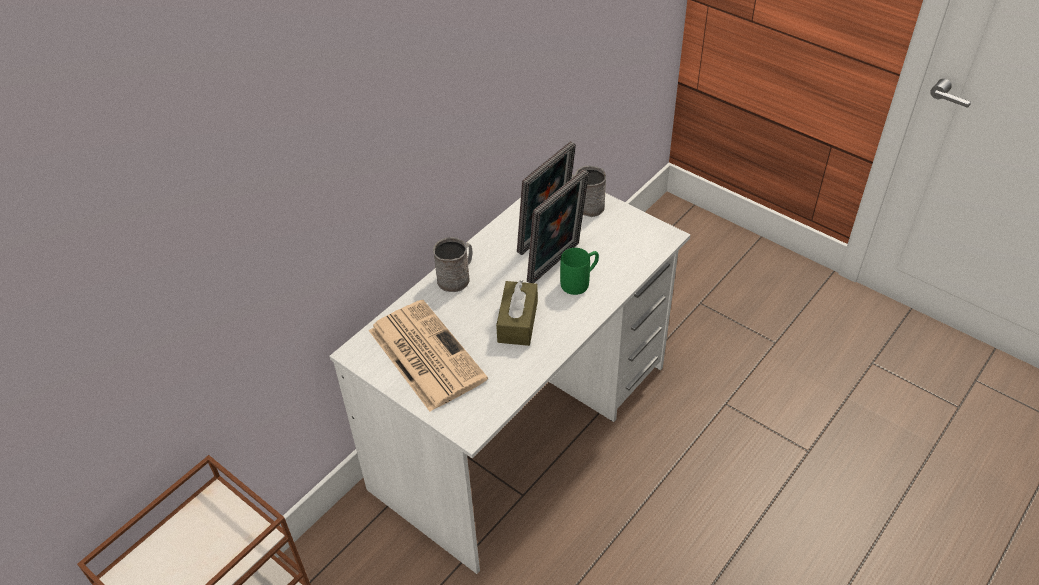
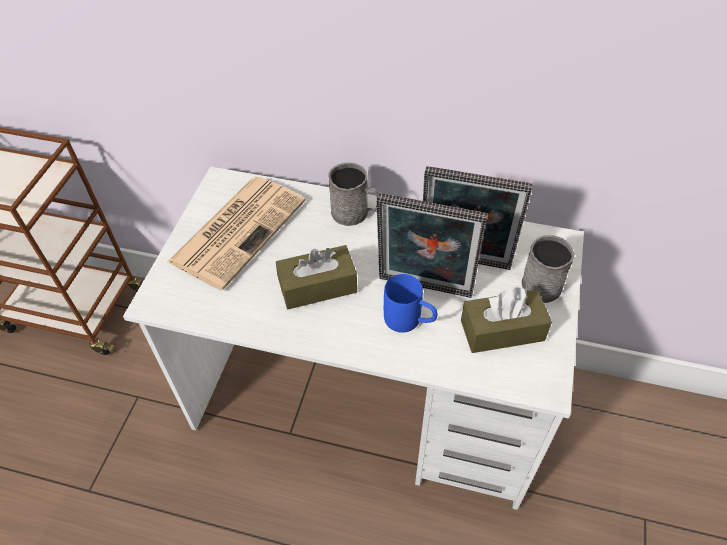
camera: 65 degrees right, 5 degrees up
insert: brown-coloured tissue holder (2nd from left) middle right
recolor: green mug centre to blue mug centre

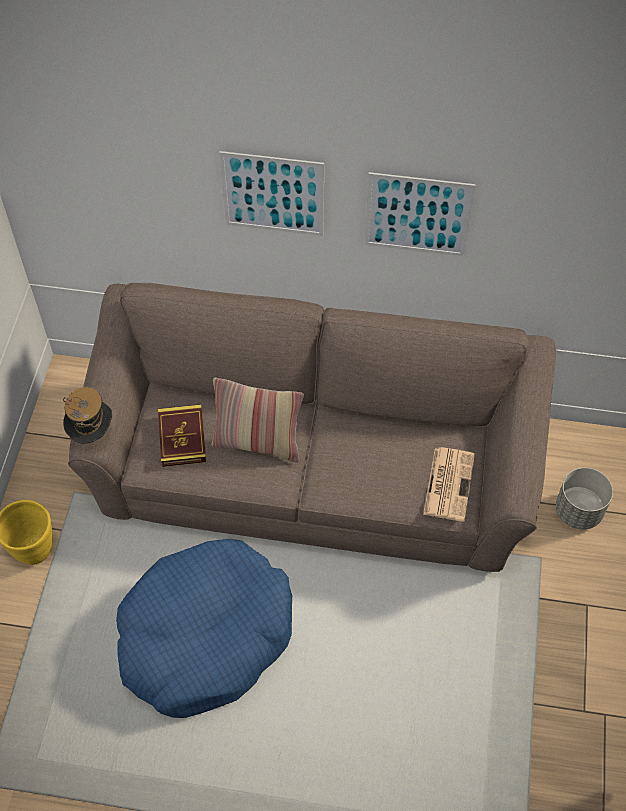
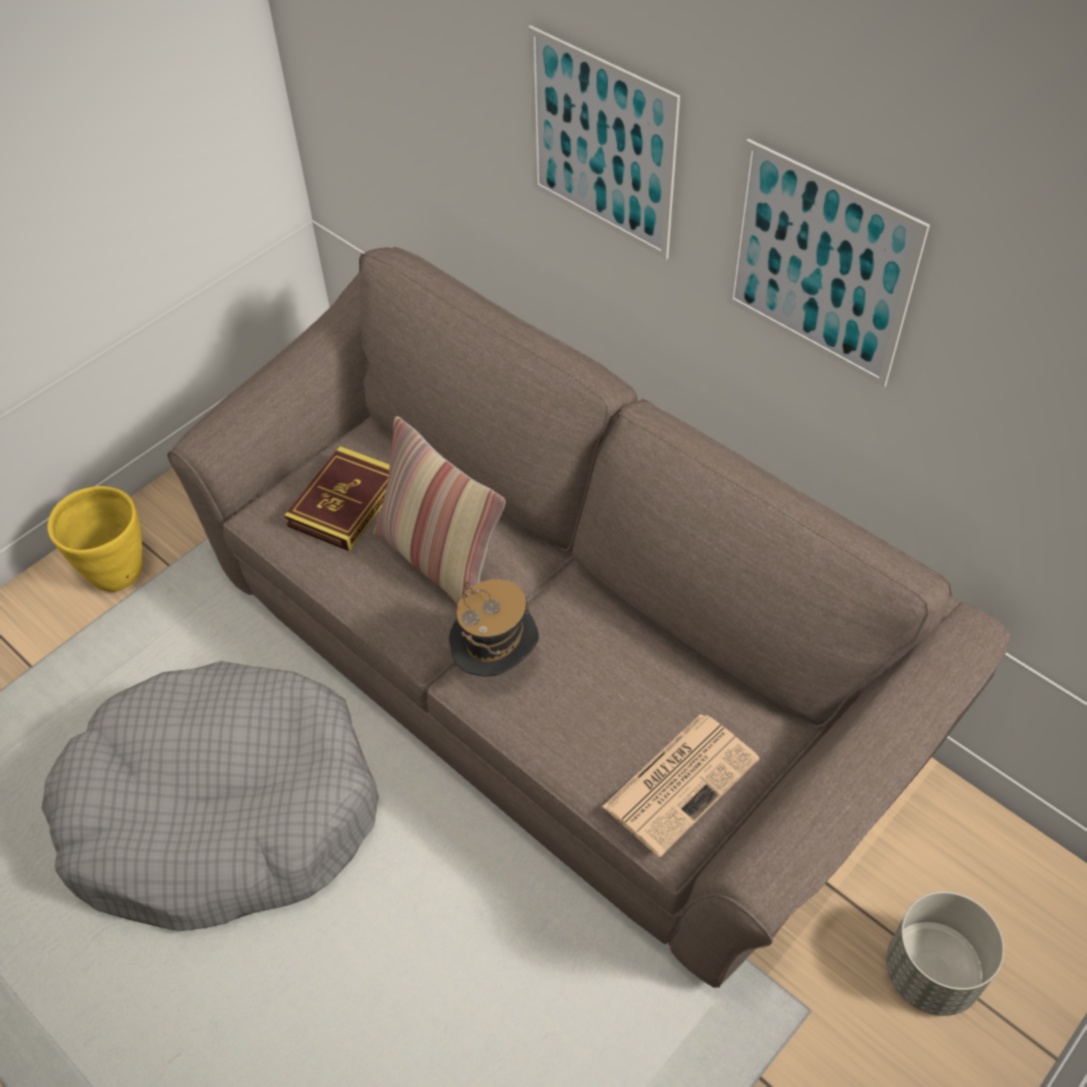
camera: 35 degrees right, 5 degrees down
move: wearable hat middle left to centre
recolor: blue dog cushion bottom left to gray dog cushion bottom left

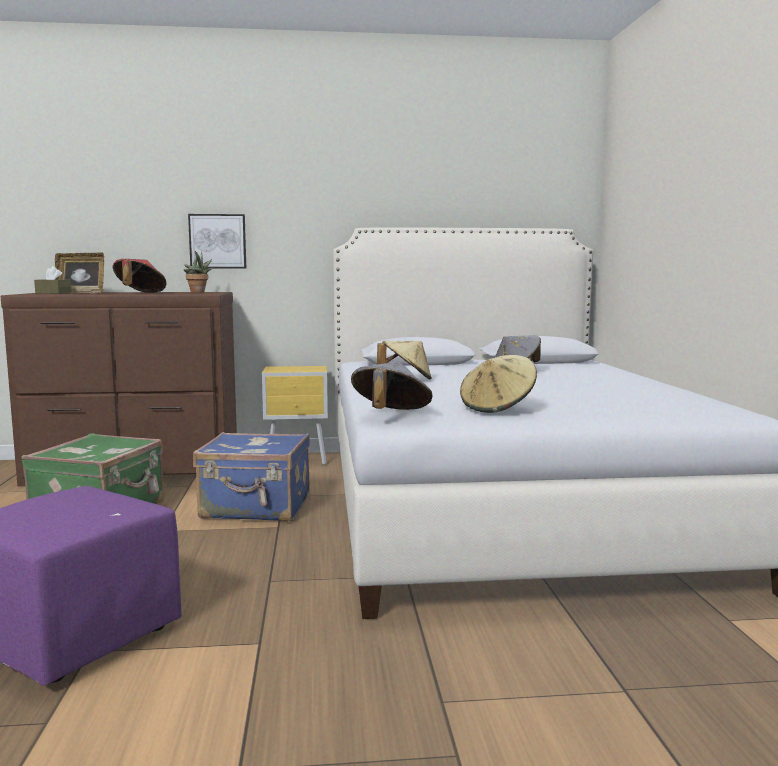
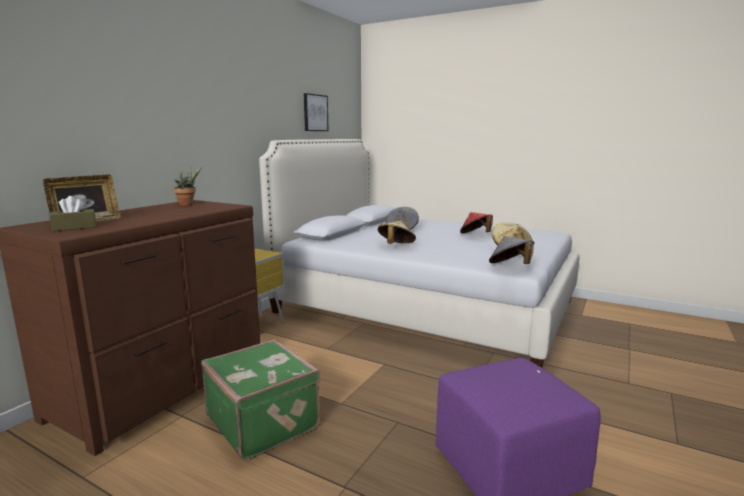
camera: 55 degrees left, 5 degrees up
delete: blue suitcase middle left
move: picture top left to top centre; red-coloured wearable hat middle left to centre

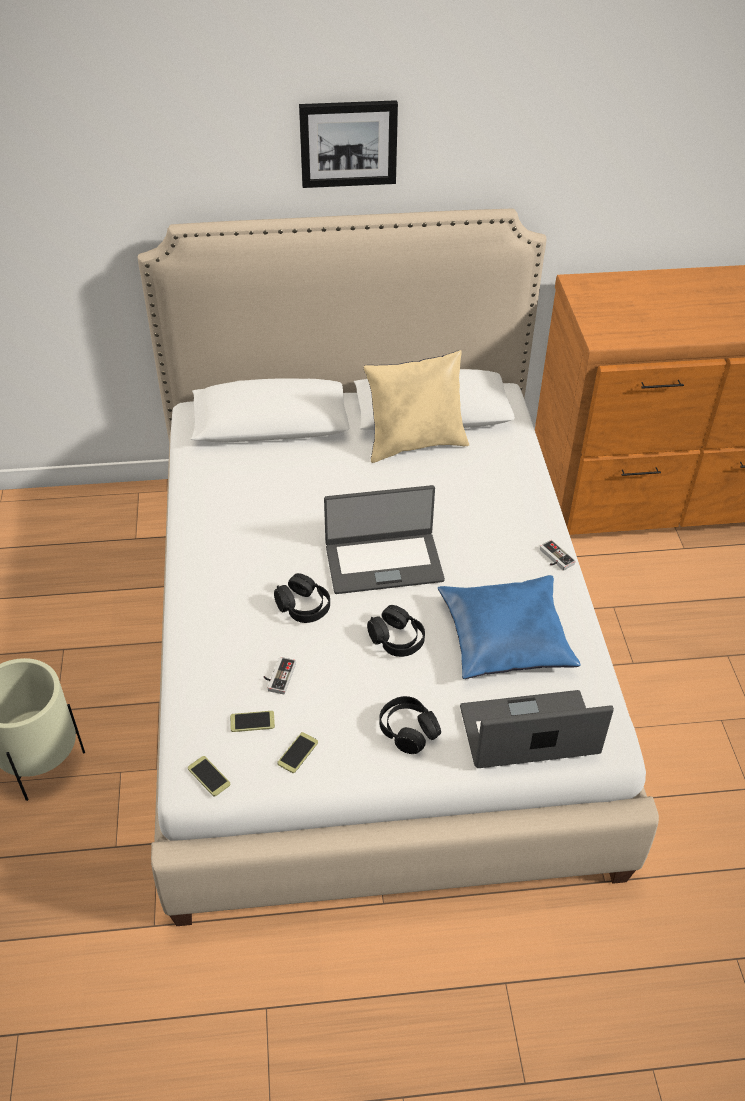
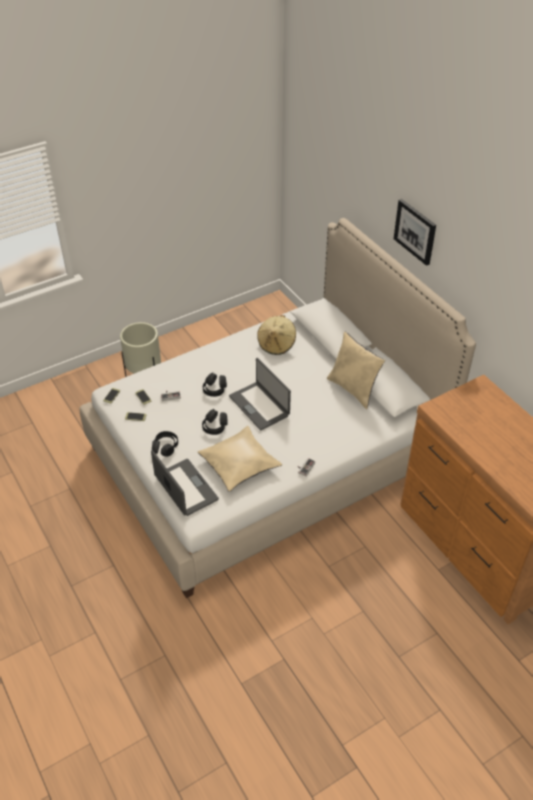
camera: 65 degrees right, 0 degrees up
insert: beige wearable hat centre
recolor: blue cushion middle right to beige cushion (1st from left) centre

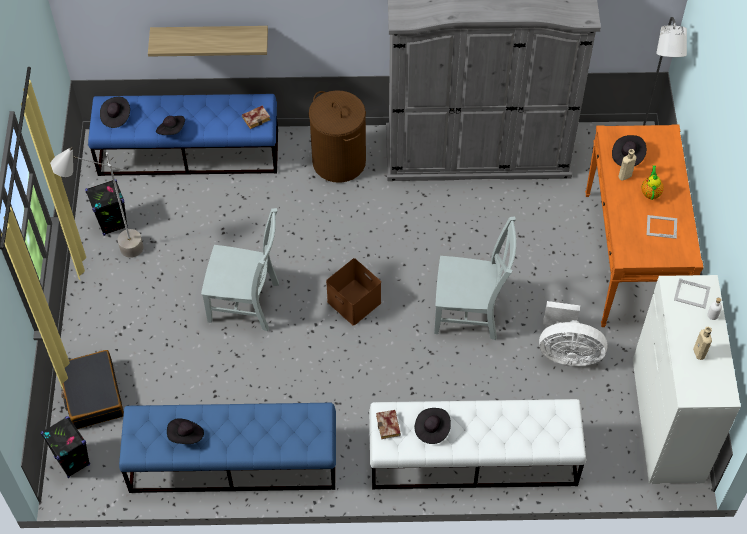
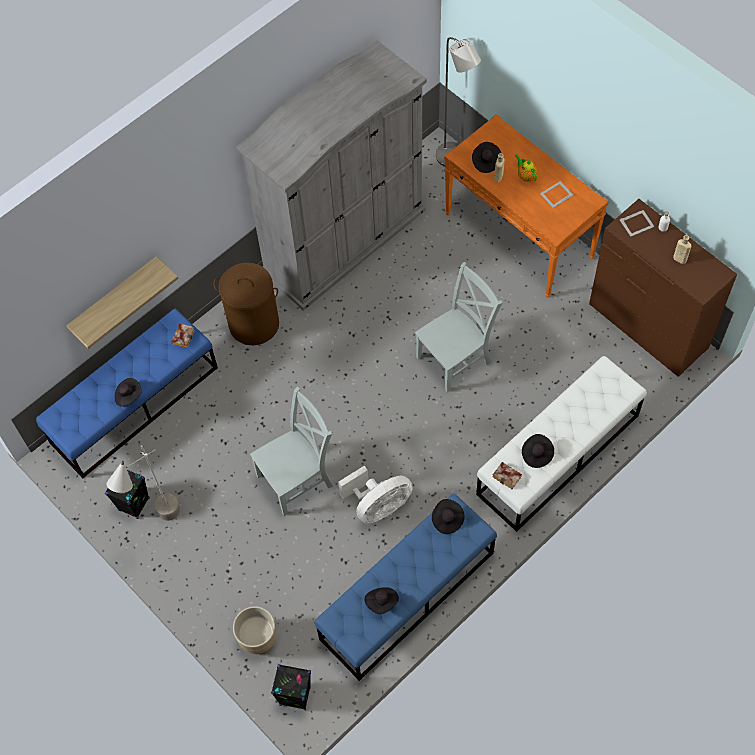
camera: 40 degrees left, 5 degrees up
delete: brown-coloured storage bin centre
move: white electric fan middle right to centre; blackish wearable hat (1st from left in the first image) top left to blackish wearable hat (3rd from left) bottom centre
replace: blackish suitcase bottom left to beige planter bottom centre
recolor: white dresser bottom right to brown-coloured dresser middle right

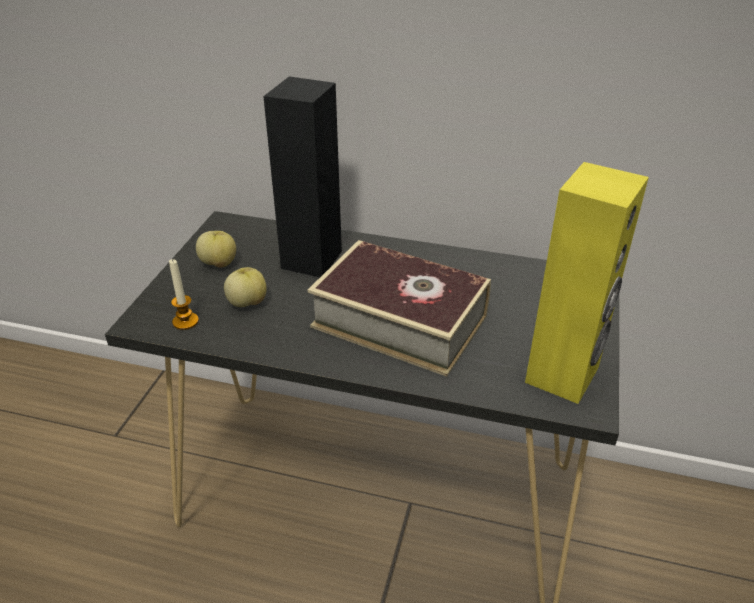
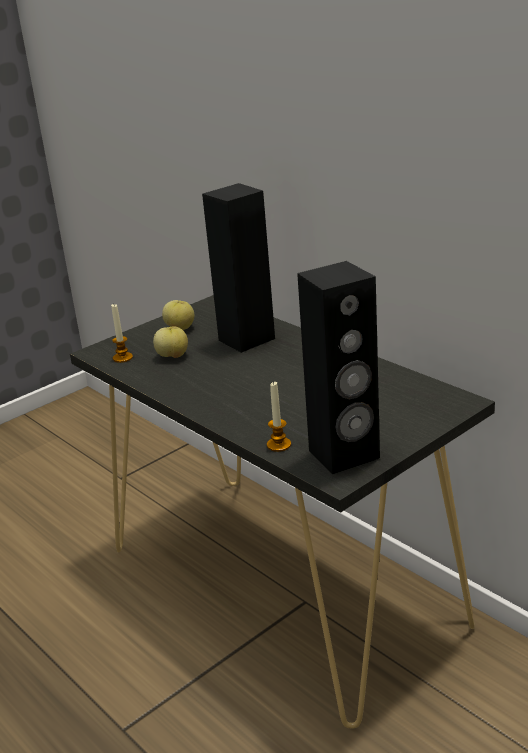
camera: 35 degrees right, 10 degrees down
delete: bound book centre
insert: candle (2nd from left) centre
recolor: yellow loudspeaker middle right to blackish loudspeaker (2nd from left) centre

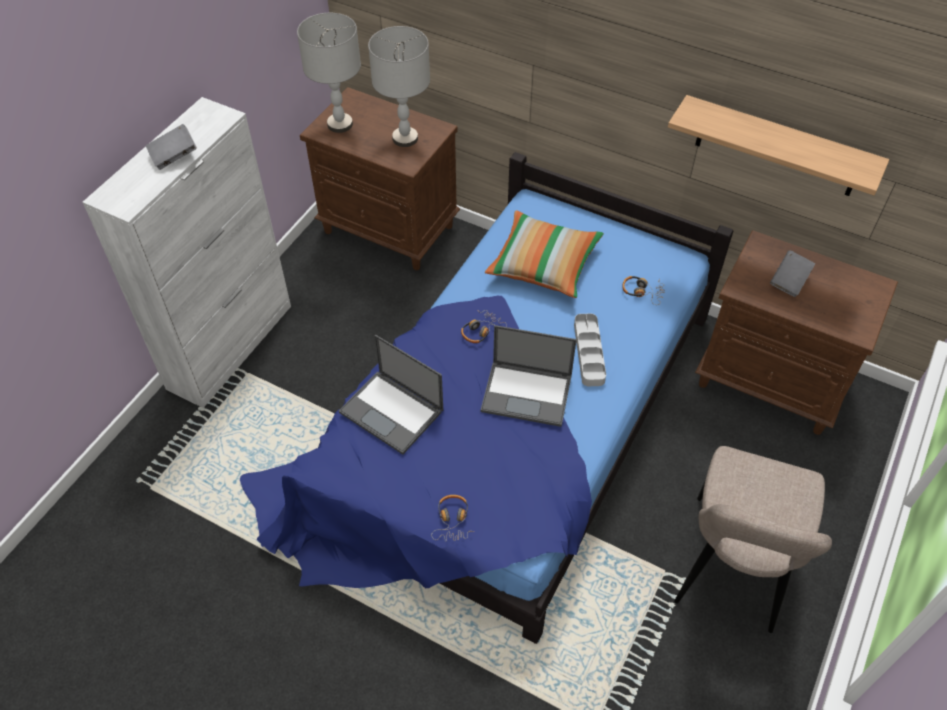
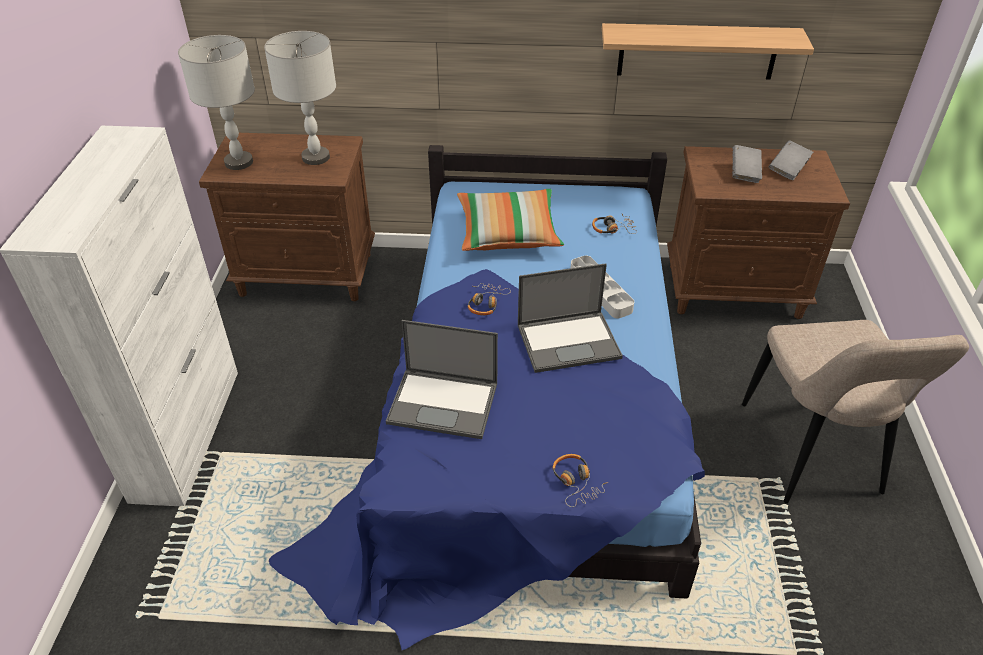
camera: 25 degrees left, 10 degrees down
move: gray bound book (1st from left in the first image) top left to gray bound book (2nd from left) top right

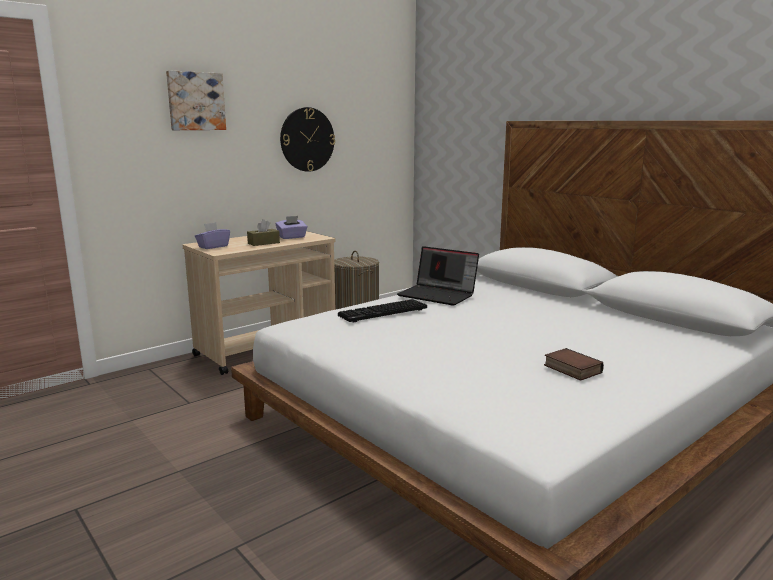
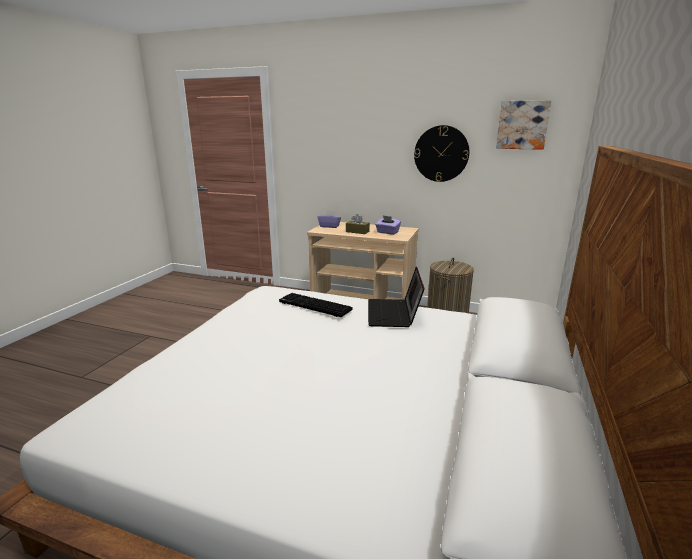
camera: 60 degrees right, 5 degrees up
delete: bound book middle right
move: picture top left to top right

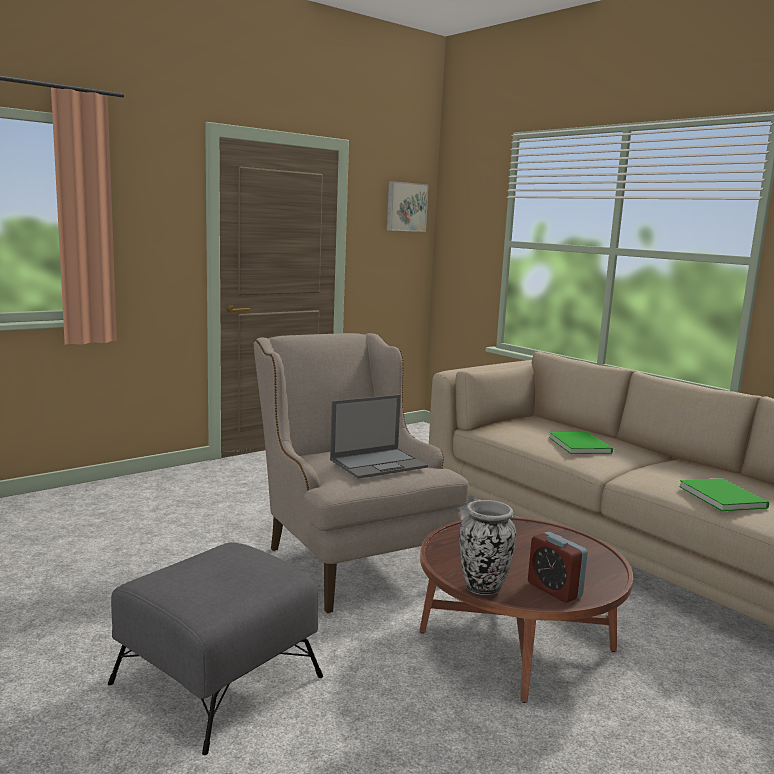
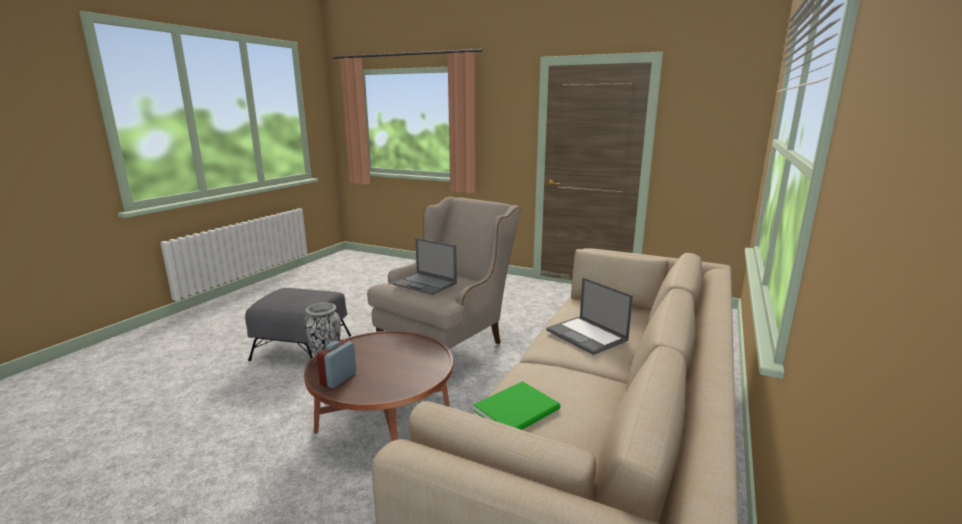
camera: 65 degrees right, 5 degrees up
delete: picture top centre
replace: green bound book (1st from left) middle right to portable computer (2nd from left) centre

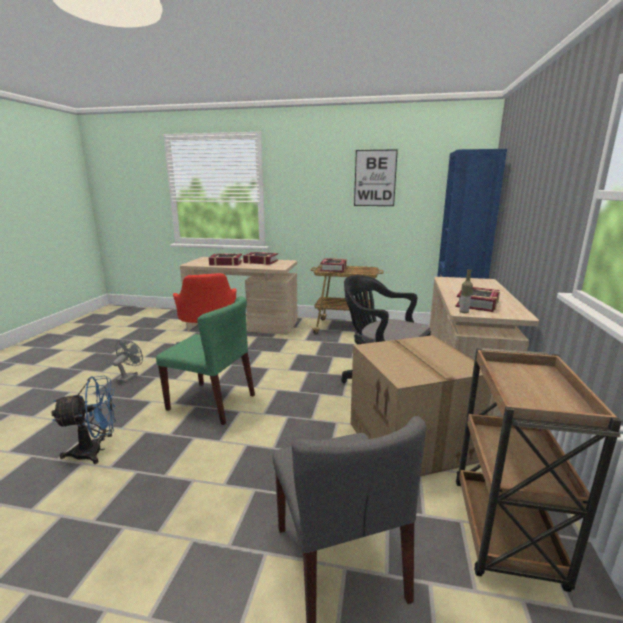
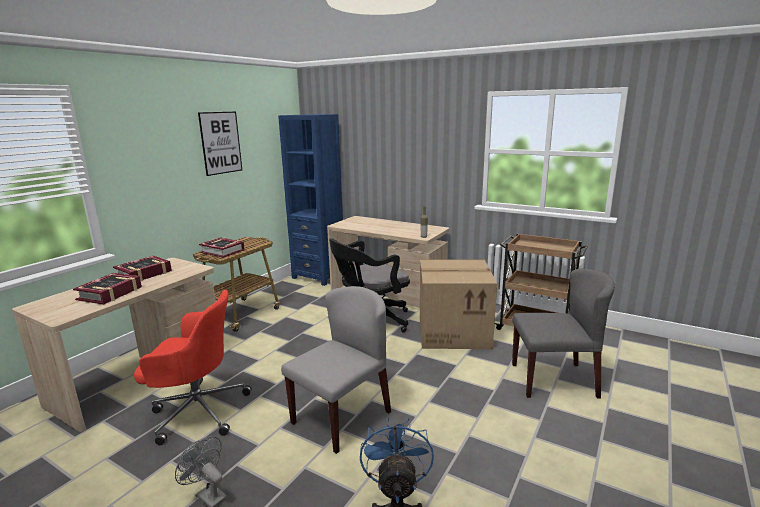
camera: 70 degrees left, 0 degrees up
delete: bound book (4th from left) middle right
recolor: green chair middle left to gray chair (1st from left) bottom centre

